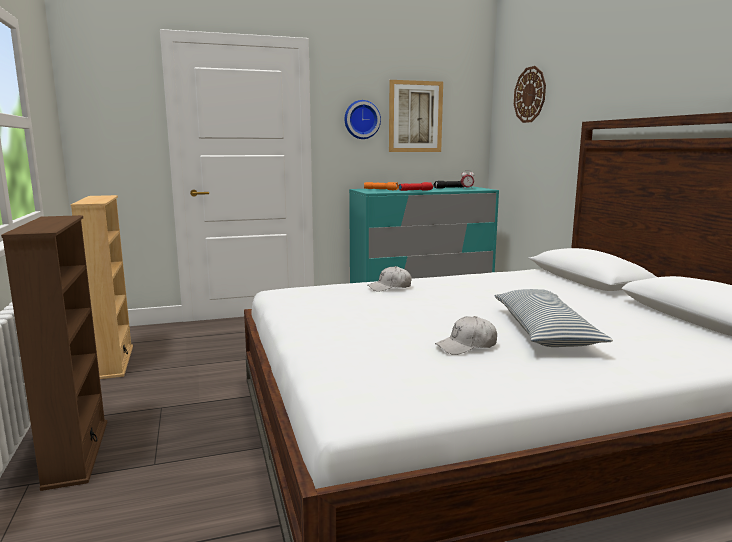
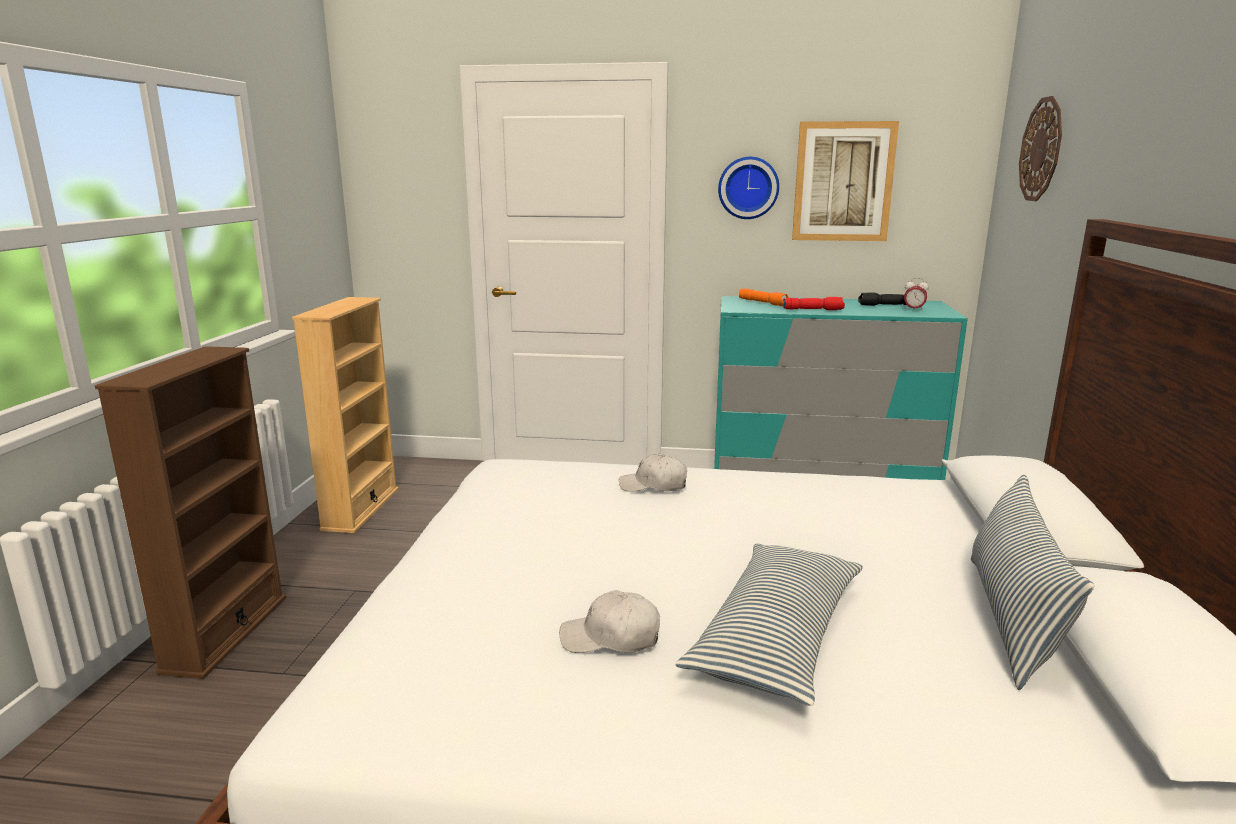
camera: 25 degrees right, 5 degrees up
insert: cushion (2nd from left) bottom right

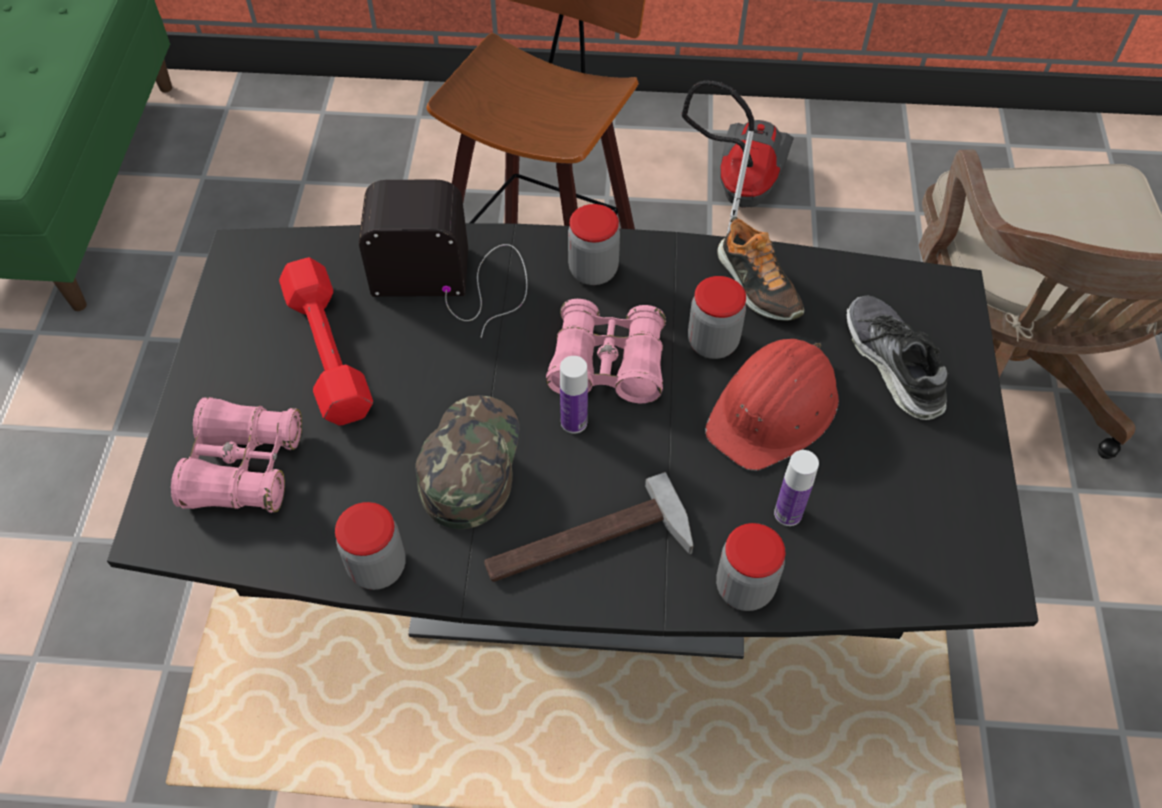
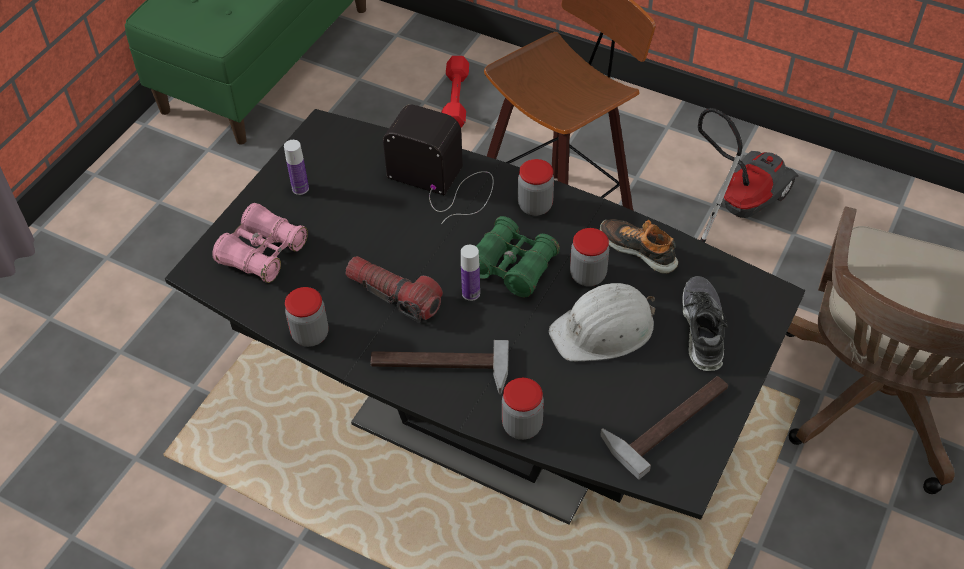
camera: 25 degrees right, 5 degrees down
insert: tool hammer (2nd from left) bottom right
move: drink bottle (2nd from left in the first image) middle right to drink bottle (1st from left) top left; red-coloured dumbbell middle left to top centre
replace: green baseball cap centre to flashlight centre
recolor: pinkish field glasses (2nd from left) centre to green field glasses centre; red-coloured safety helmet centre to white safety helmet centre
rotate: low shoe (1st from left) top centre = centre 135 degrees clockwise

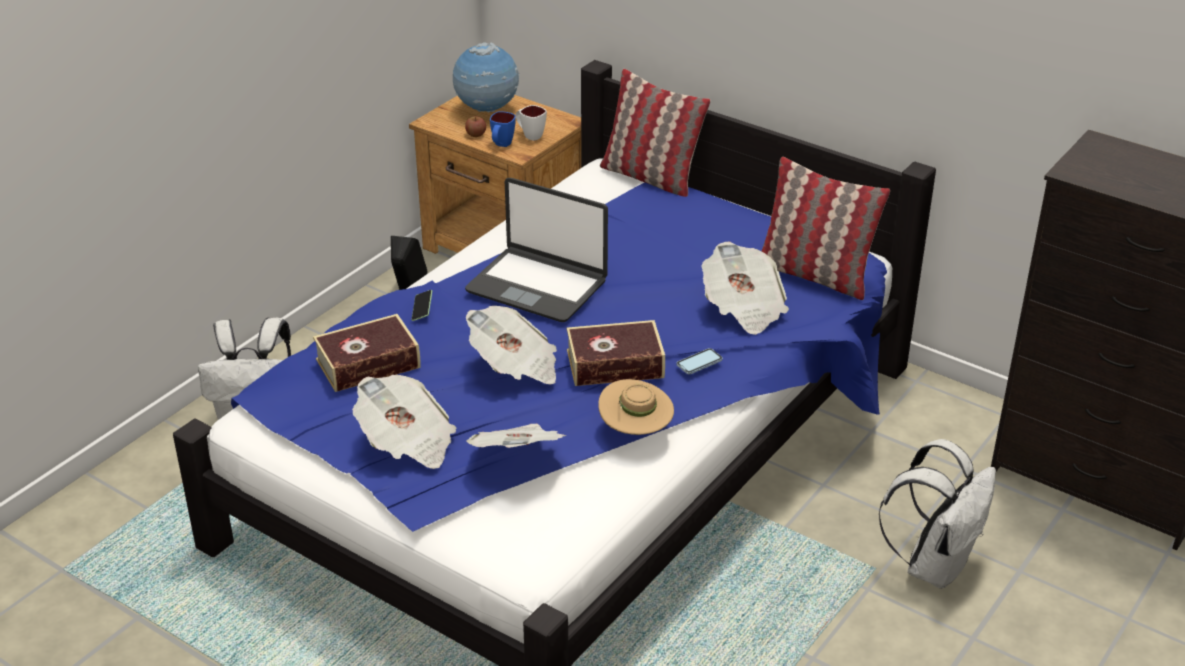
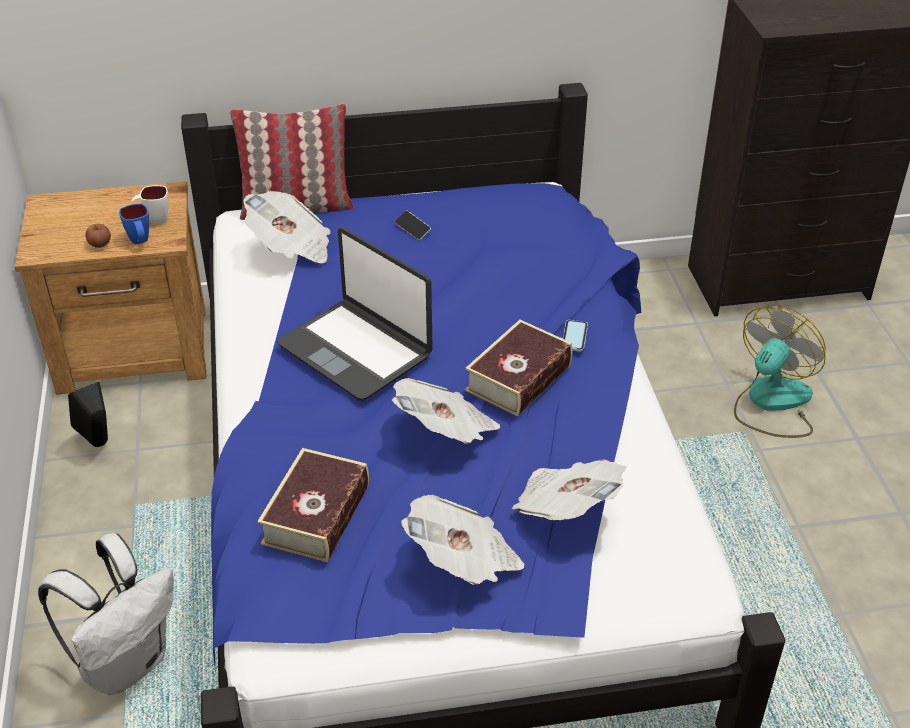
camera: 45 degrees left, 5 degrees up
delete: globe top centre; beige wearable hat centre; cushion (2nd from left) middle right
move: printed paper (4th from left in the first image) centre to printed paper (1st from left) top left; phone (1st from left) centre to top centre
replace: white backpack (2nd from left) bottom right to electric fan middle right
rotate: portable computer centre = centre 60 degrees clockwise

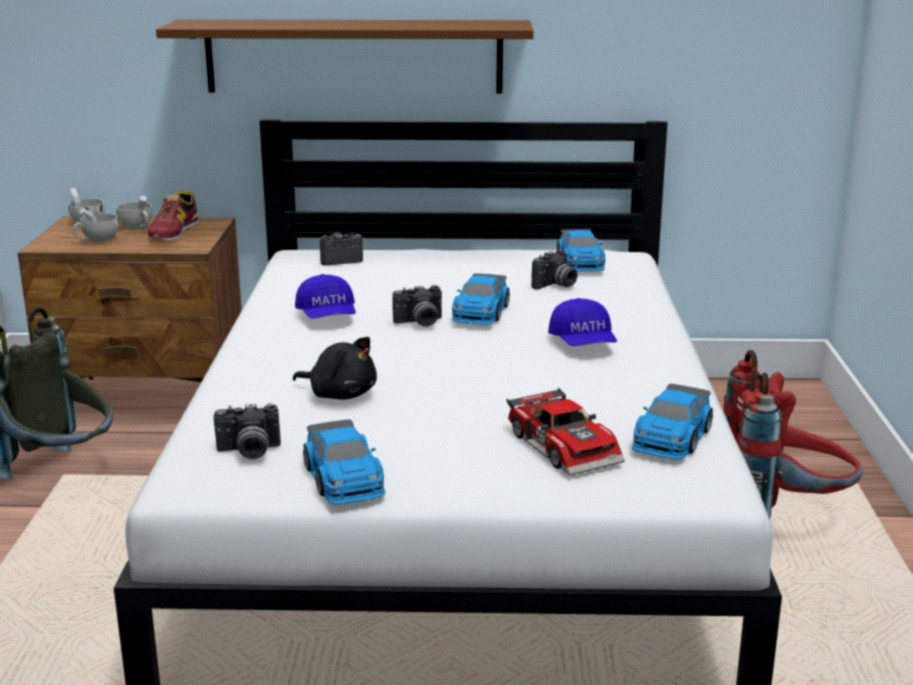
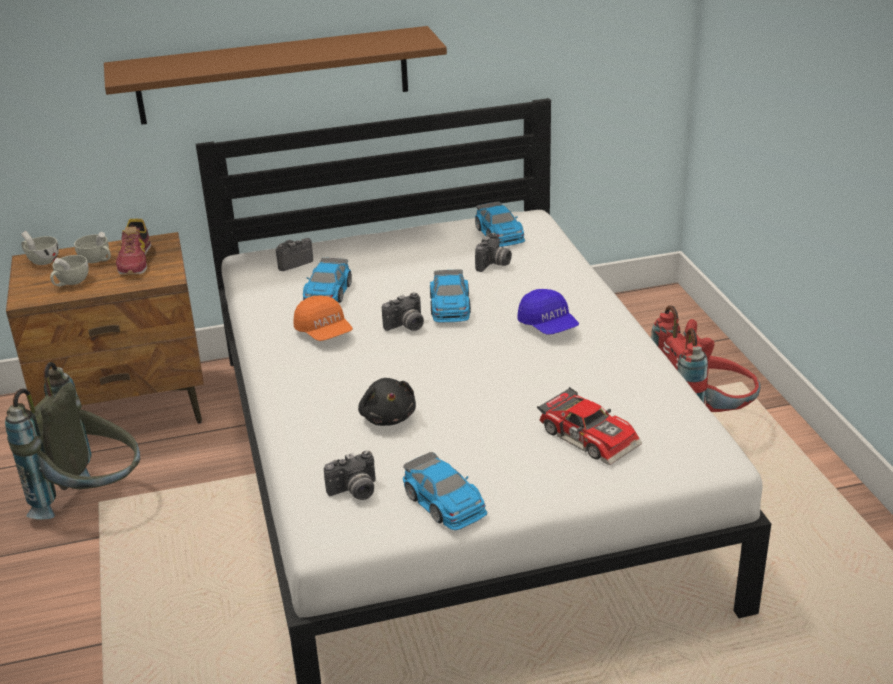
camera: 15 degrees left, 10 degrees up
move: model car (5th from left in the first image) middle right to model car (1st from left) centre
recolor: blue baseball cap (1st from left) centre to orange baseball cap centre
rotate: blackish cuddly toy centre = centre 60 degrees clockwise

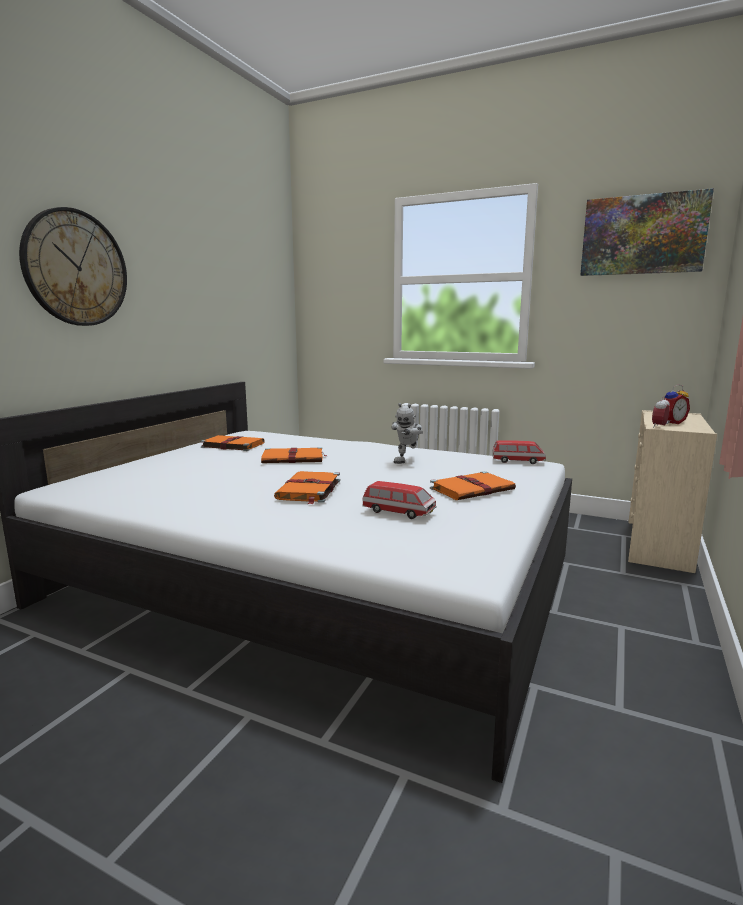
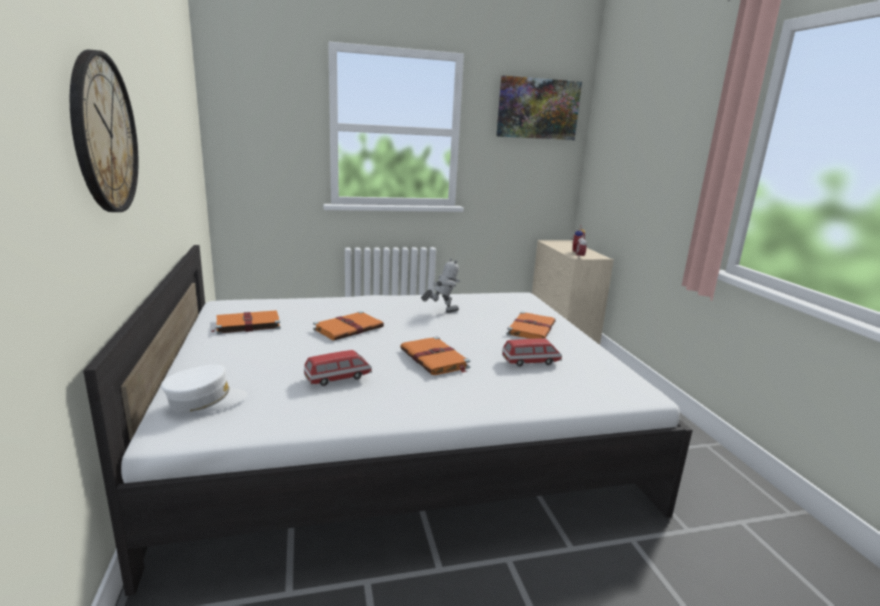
camera: 40 degrees left, 5 degrees up
insert: white baseball cap middle left
move: model car (2nd from left in the first image) middle right to model car (1st from left) centre
rotate: model robot centre = centre 105 degrees counterclockwise

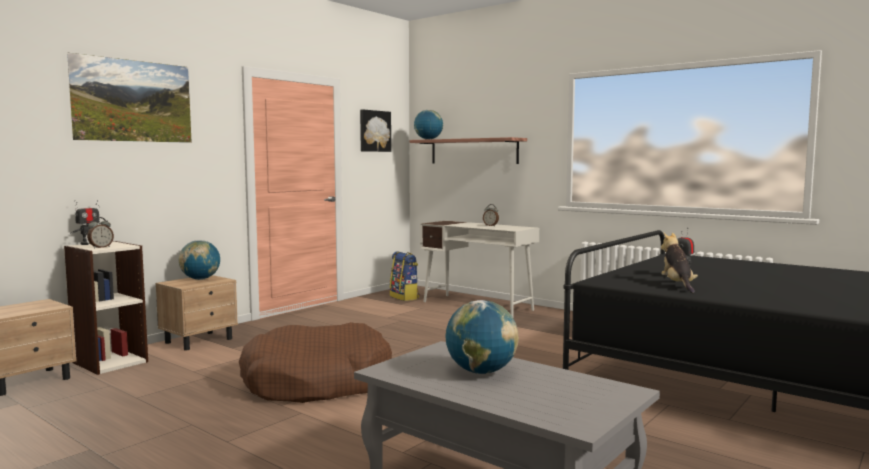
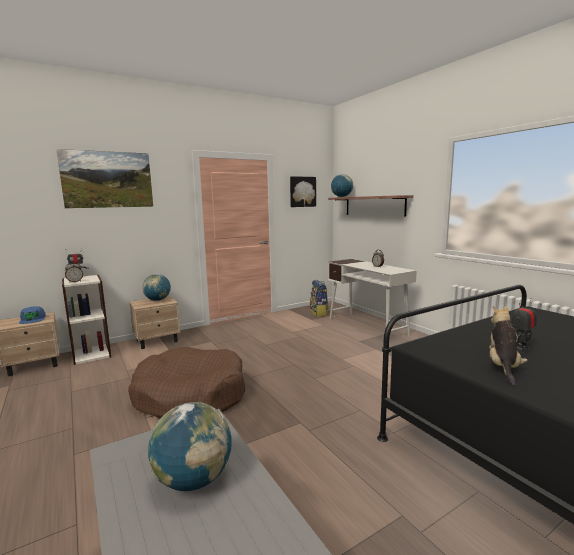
camera: 20 degrees right, 5 degrees up
insert: blue baseball cap middle left

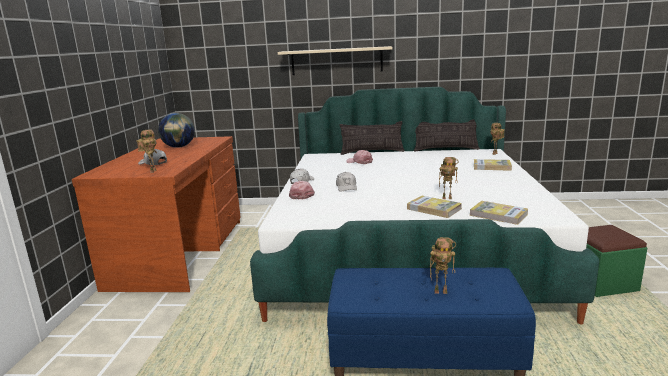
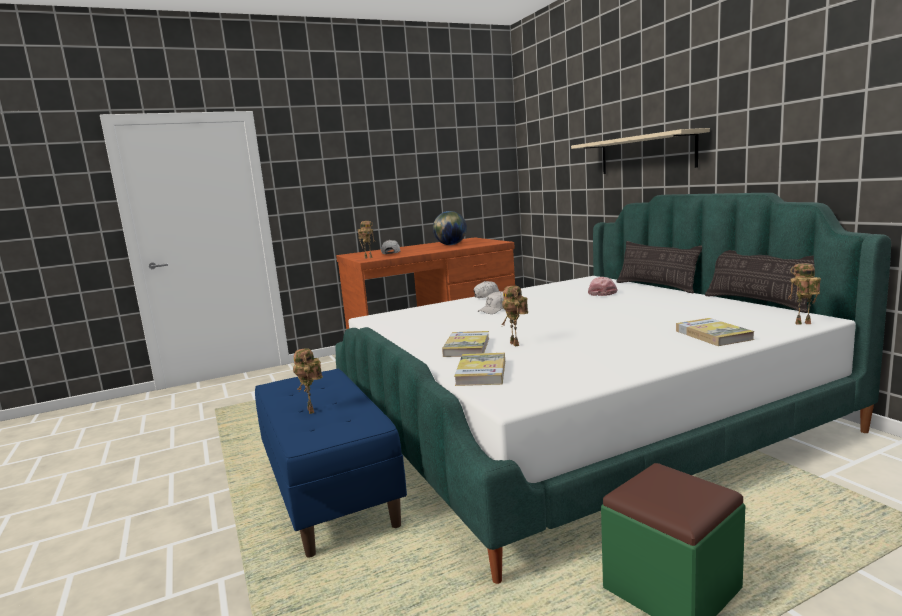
camera: 60 degrees right, 5 degrees down
delete: pinkish baseball cap (1st from left) centre

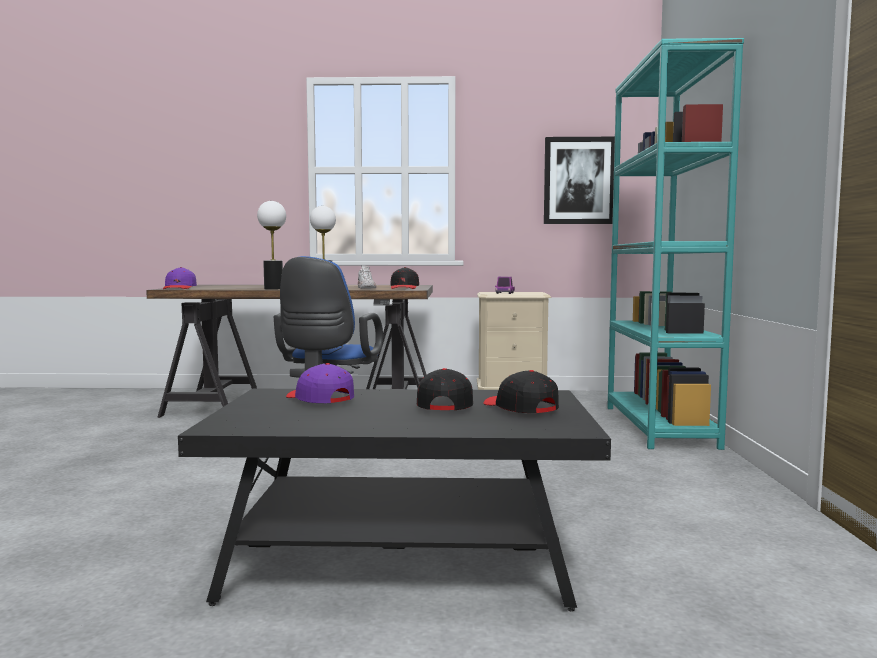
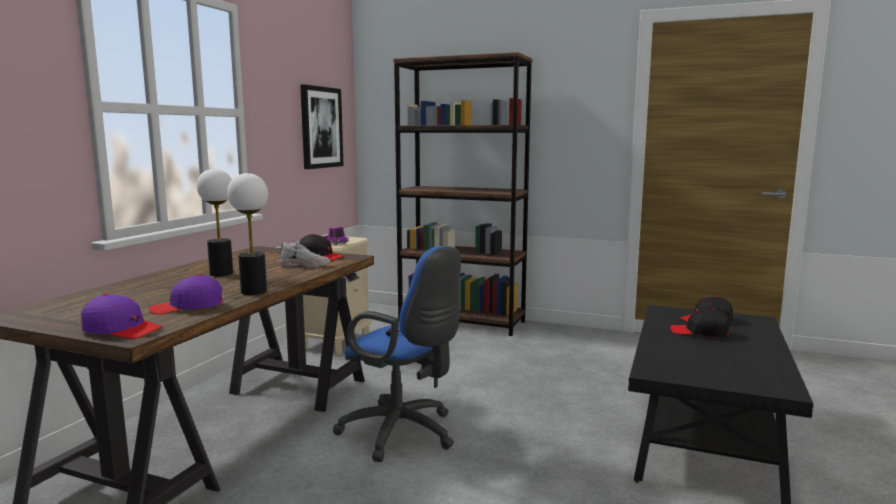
camera: 70 degrees left, 5 degrees up
move: purple baseball cap (2nd from left) centre to middle left
recolor: turquoise bookcase middle right to brown-coloured bookcase centre

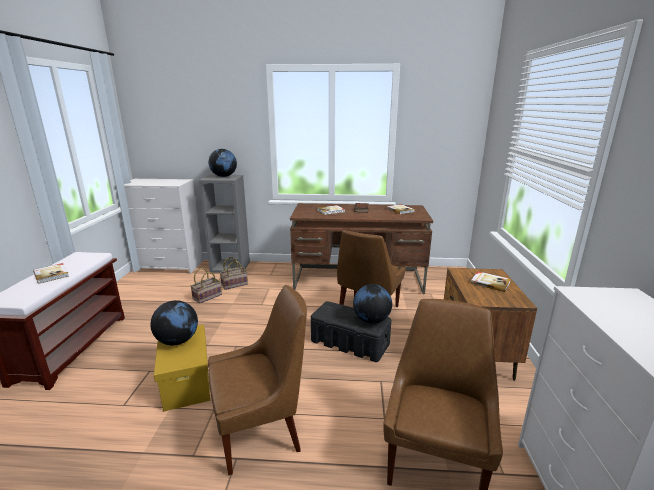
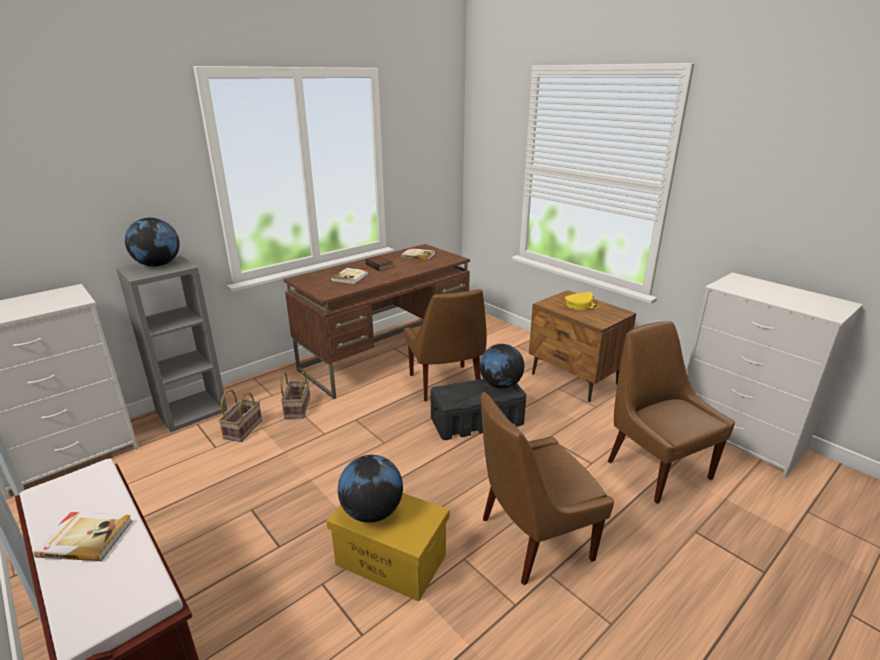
camera: 45 degrees left, 5 degrees up
move: basket (1st from left in the first image) middle left to basket (2nd from left) centre
replace: bound book (5th from left) middle right to yellow baseball cap centre
rotate: brown-coloured chair (1st from left in the first image) bottom centre = bottom centre 135 degrees counterclockwise

